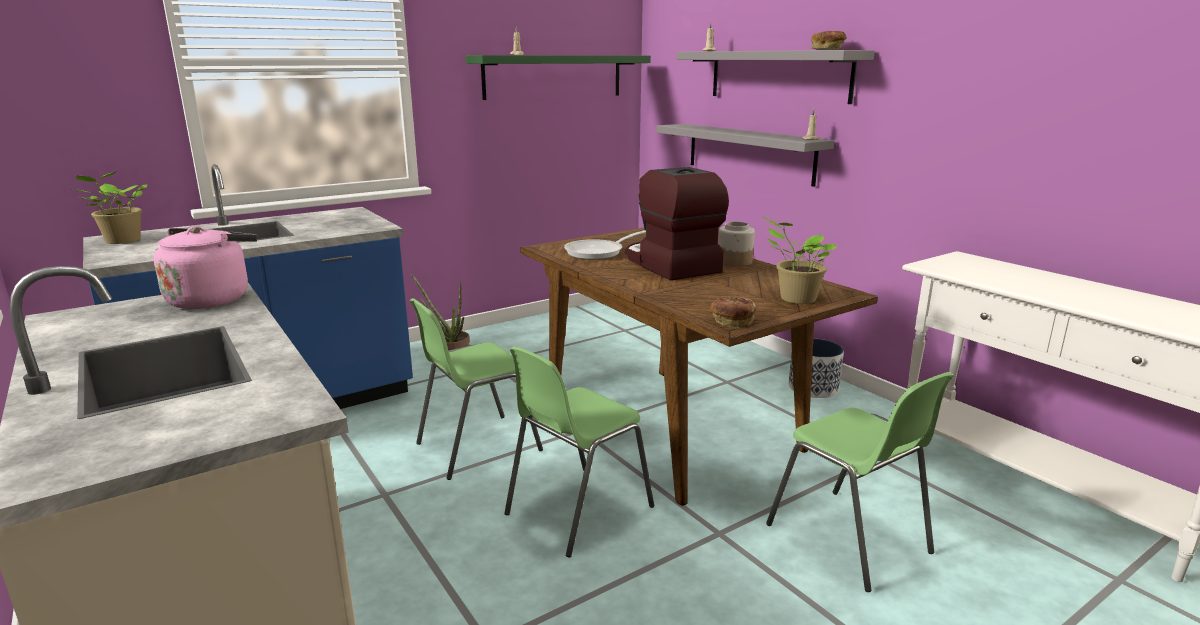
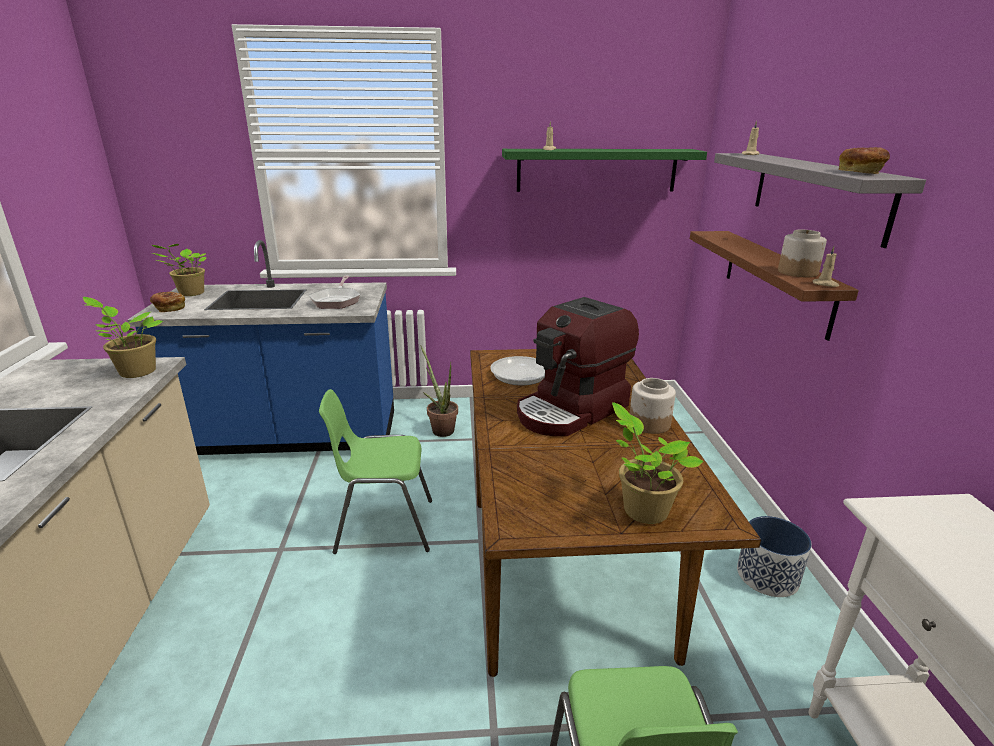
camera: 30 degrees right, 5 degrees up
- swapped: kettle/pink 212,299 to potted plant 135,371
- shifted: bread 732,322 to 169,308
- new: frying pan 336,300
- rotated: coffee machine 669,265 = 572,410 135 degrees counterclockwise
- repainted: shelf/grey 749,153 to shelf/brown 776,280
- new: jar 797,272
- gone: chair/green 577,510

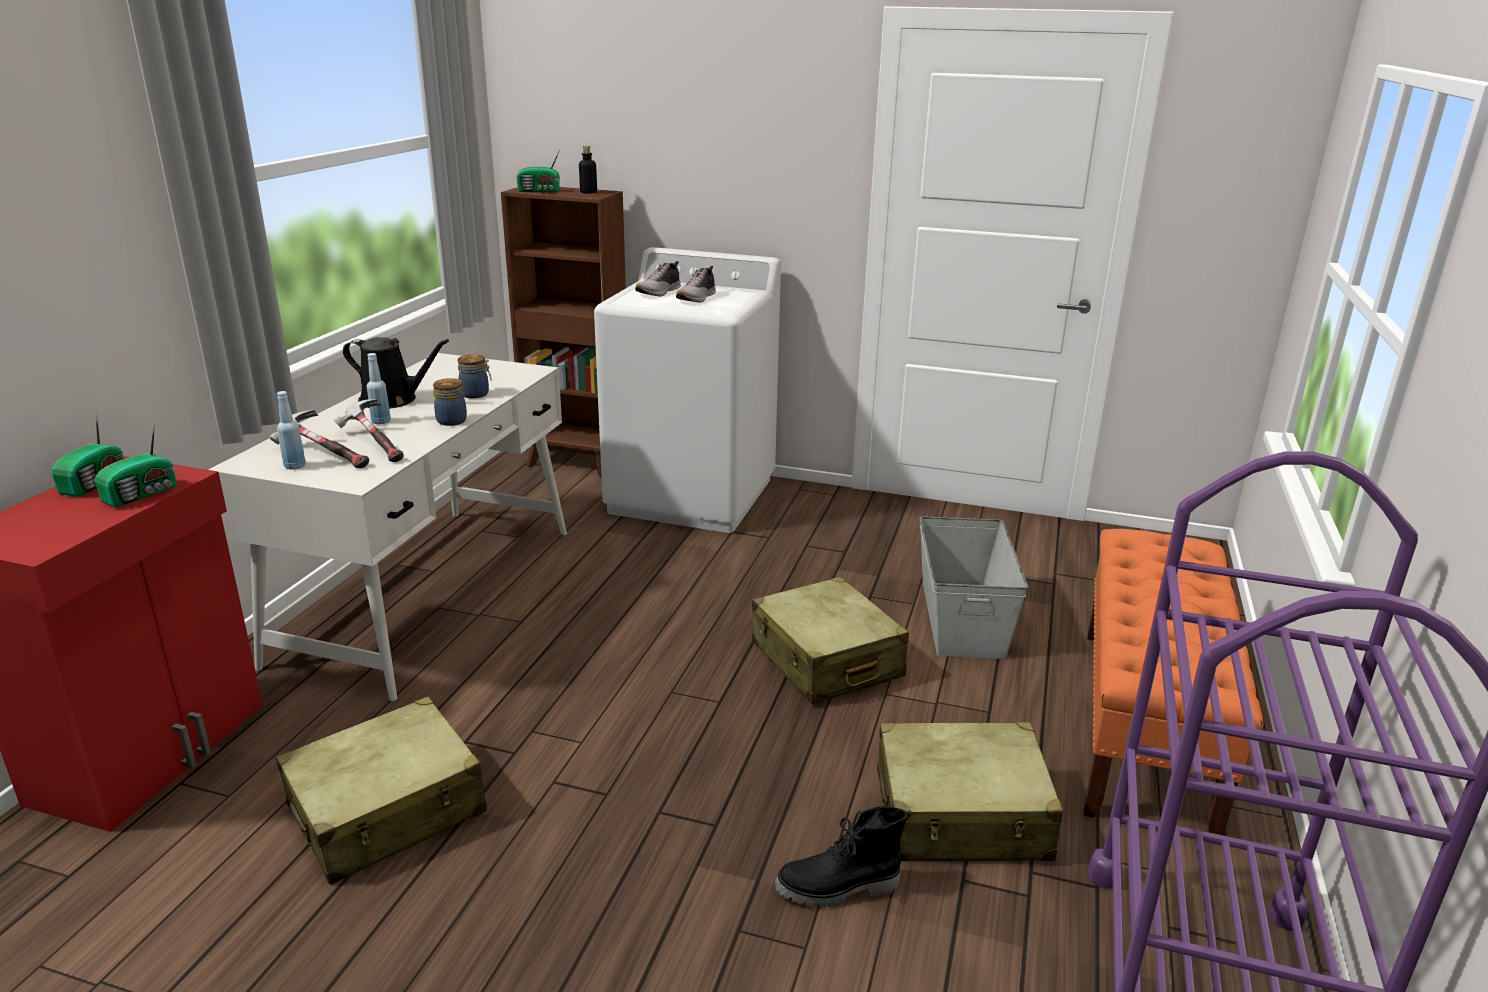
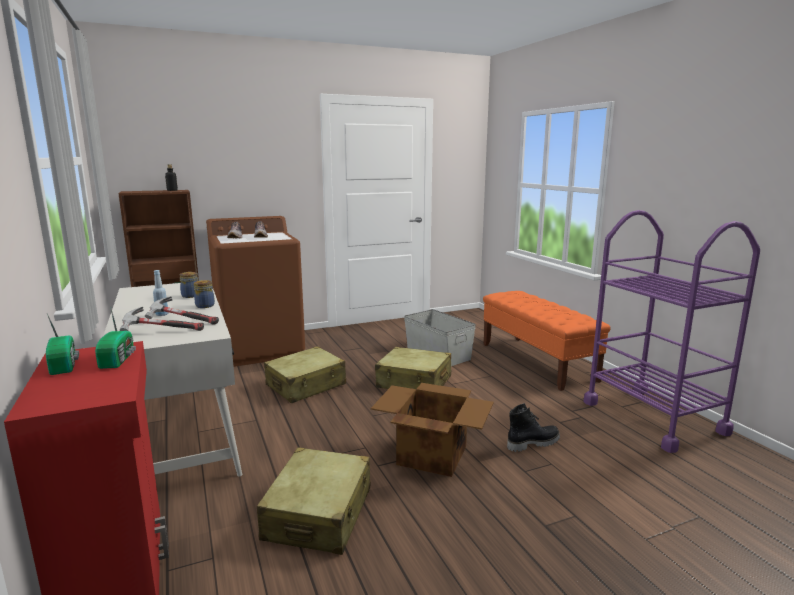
camera: 40 degrees left, 10 degrees down
- repainted: washing machine/white 692,495 to washing machine/brown 261,349
- shifted: suitcase/beige 961,815 to 306,385
- new: cardboard box 431,454
- rotated: boot/black 838,889 = 532,443 150 degrees counterclockwise
- gone: bottle/blue 295,466
- gone: watering can/black 393,400
- gone: radio 540,191

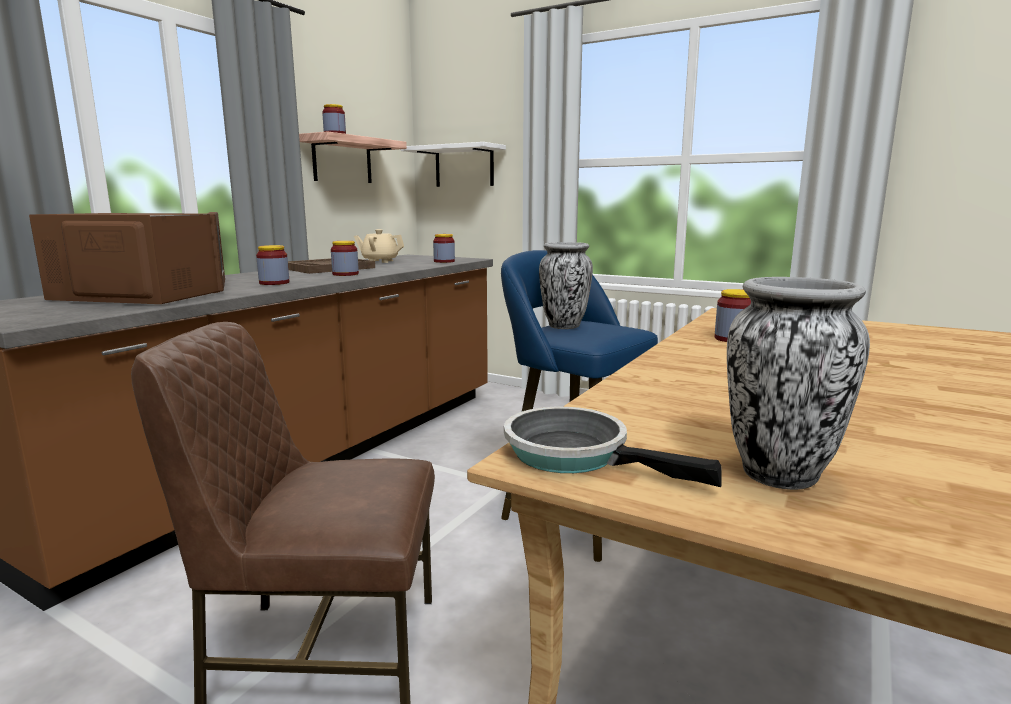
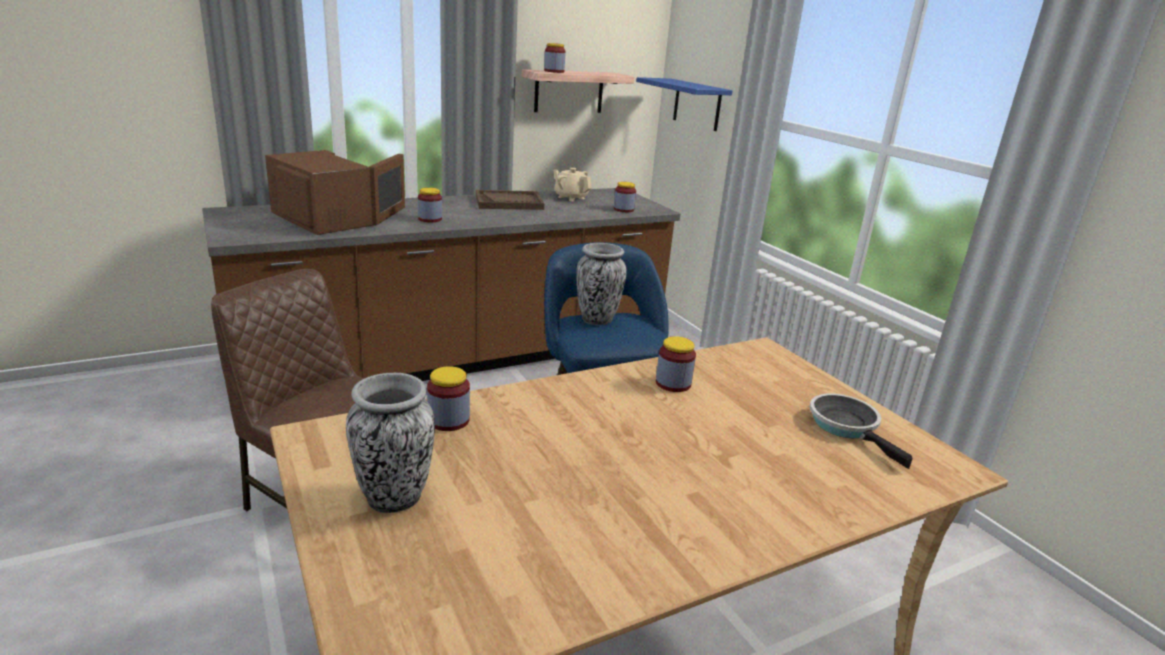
camera: 30 degrees right, 10 degrees up
- shifted: jar 345,274 to 448,420
- repainted: shelf/white 464,166 to shelf/blue 697,104
- shifted: frying pan 576,455 to 847,427

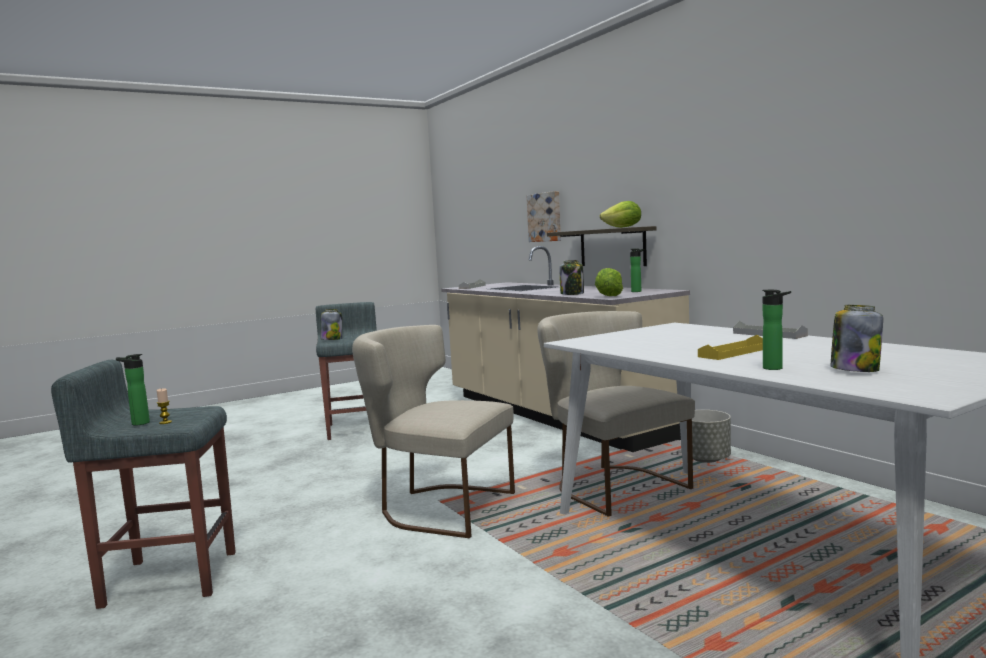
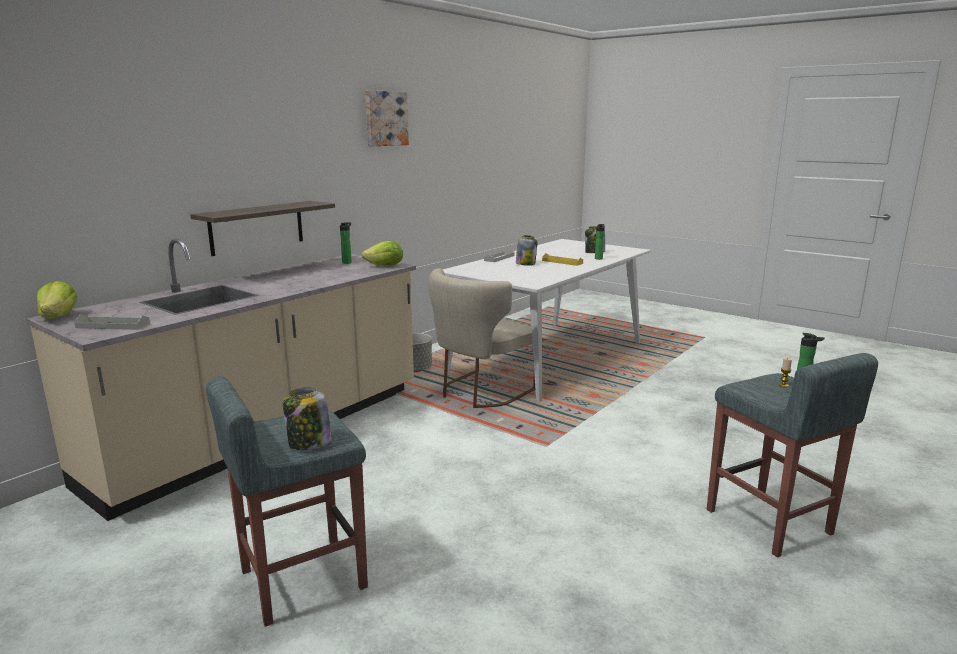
camera: 110 degrees left, 10 degrees up
- shifted: lettuce 623,227 to 59,317
- shifted: picture 545,217 to 385,118
- shifted: jar 572,294 to 525,264
- gone: chair/beige 438,507

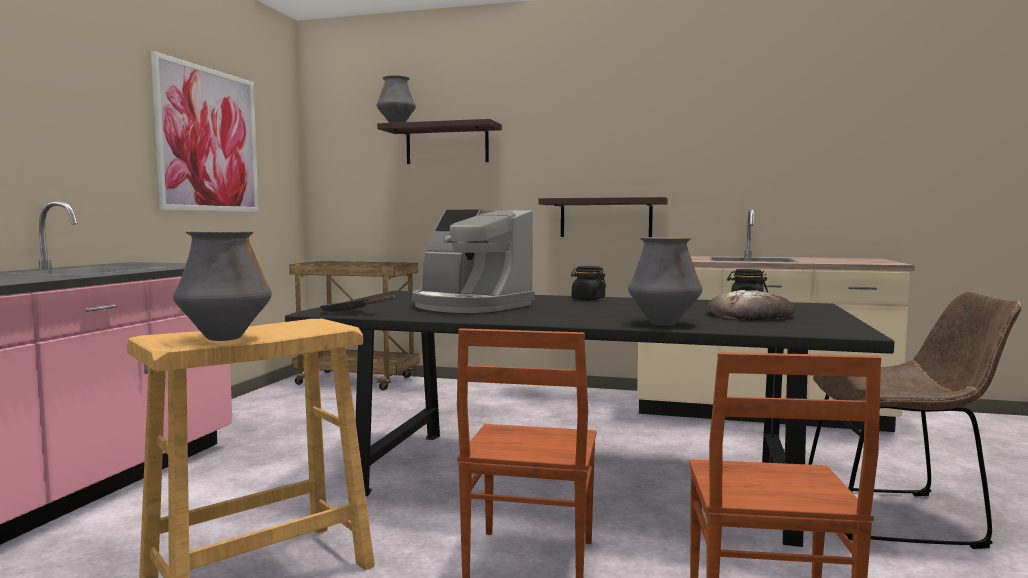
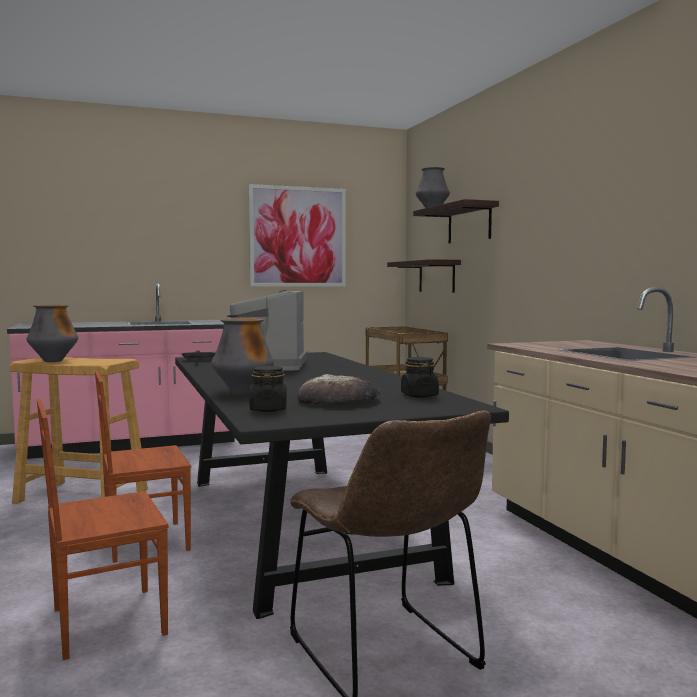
camera: 55 degrees right, 0 degrees up
- shifted: jar/black 588,299 to 268,409
- shifted: shelf 605,218 to 436,276

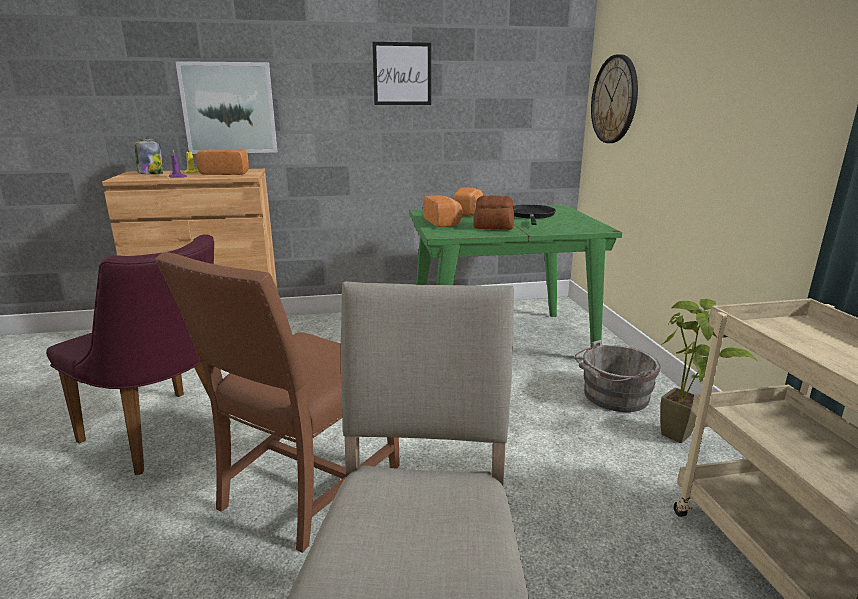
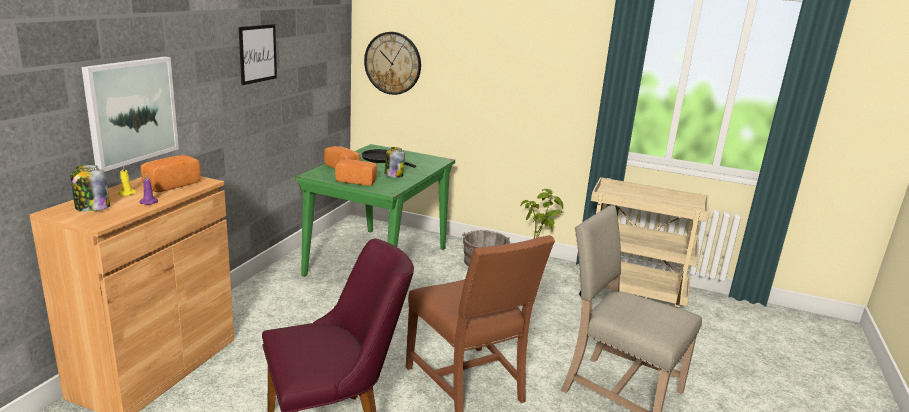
camera: 60 degrees left, 0 degrees up
- swapped: bread 493,227 to jar 393,175

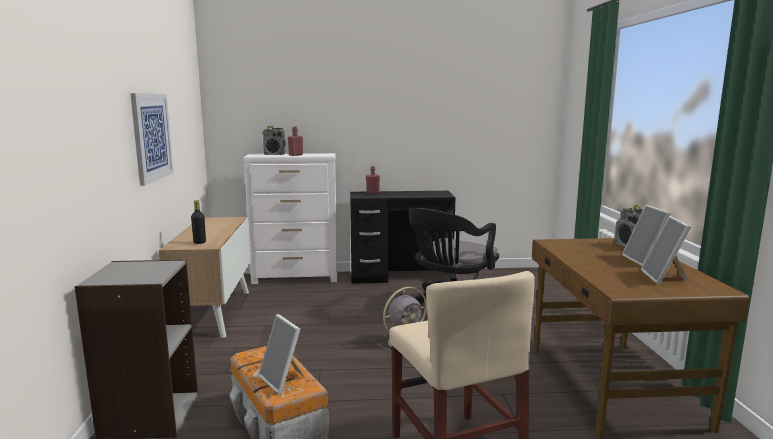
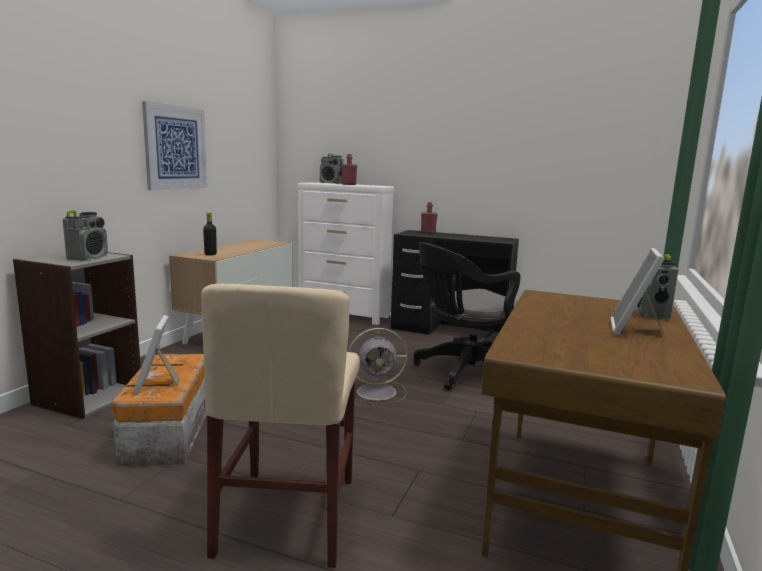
camera: 25 degrees right, 0 degrees up
- new: radio 88,258
- gone: picture frame 664,278

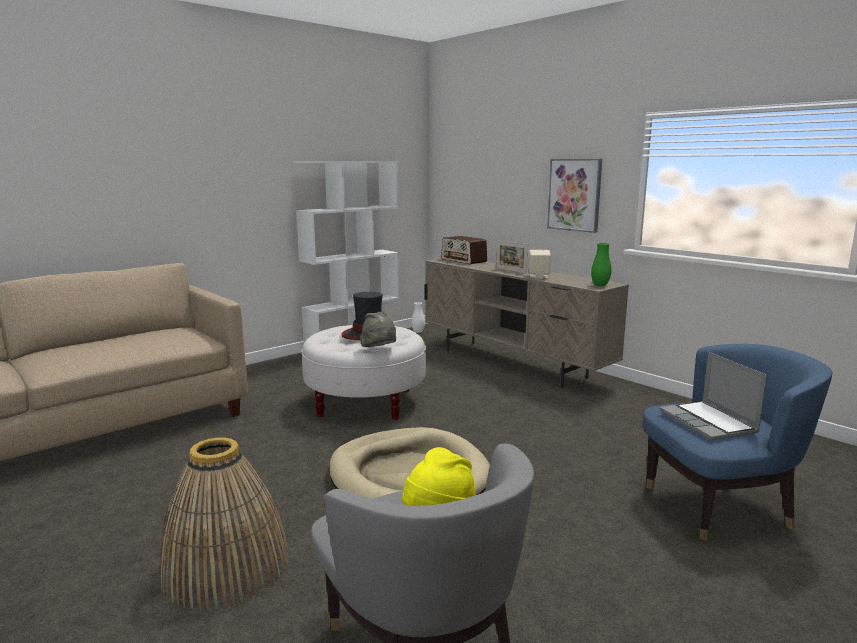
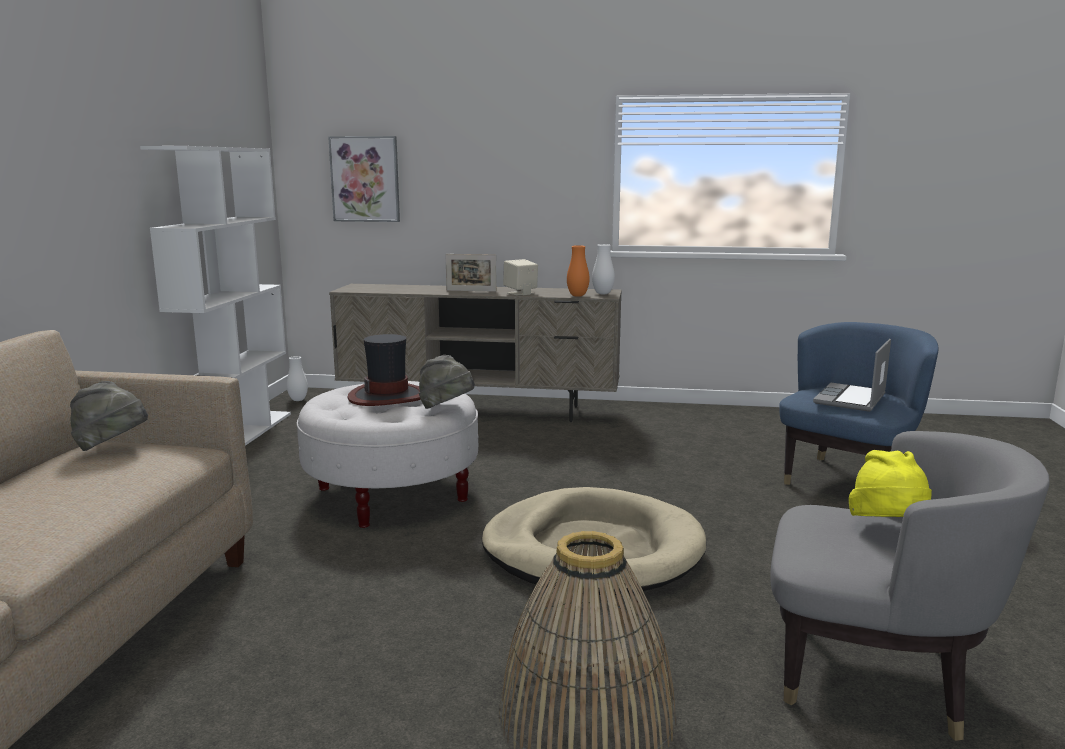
camera: 40 degrees left, 0 degrees up
- new: hat/grey 113,448
- shifted: picture 575,195 to 365,179
- new: vase/orange 577,295
- repainted: vase/green 600,285 to vase/white 603,293
- rotated: laptop 709,422 = 851,399 90 degrees clockwise
- gone: radio 464,260

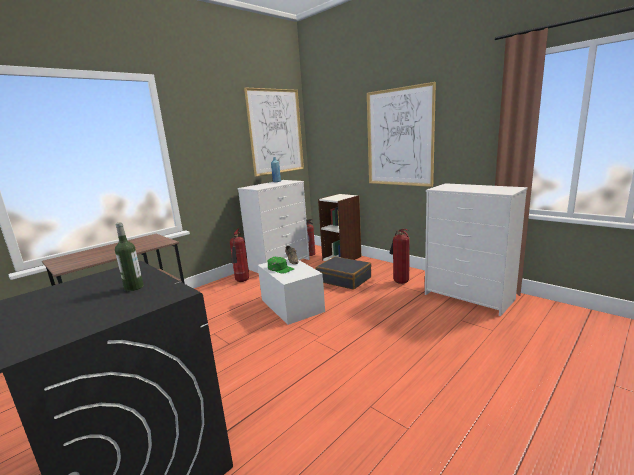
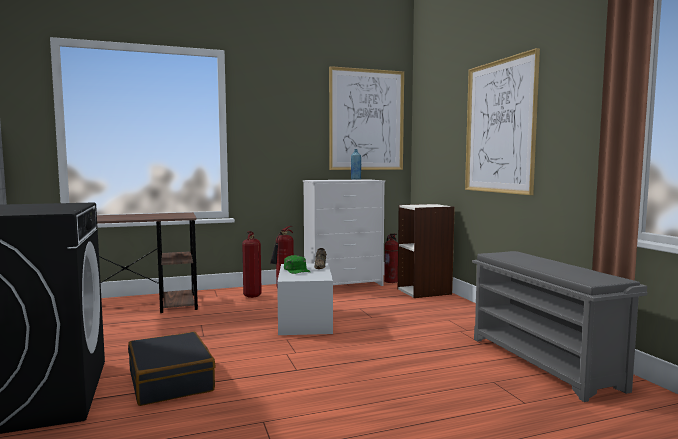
camera: 25 degrees right, 10 degrees down
- shifted: suitcase/black 344,279 to 171,381
- shifted: fire extinguisher 399,281 to 252,296
- swapped: dresser/white 469,297 to shoe rack/grey 544,363
- gone: bottle 134,287

